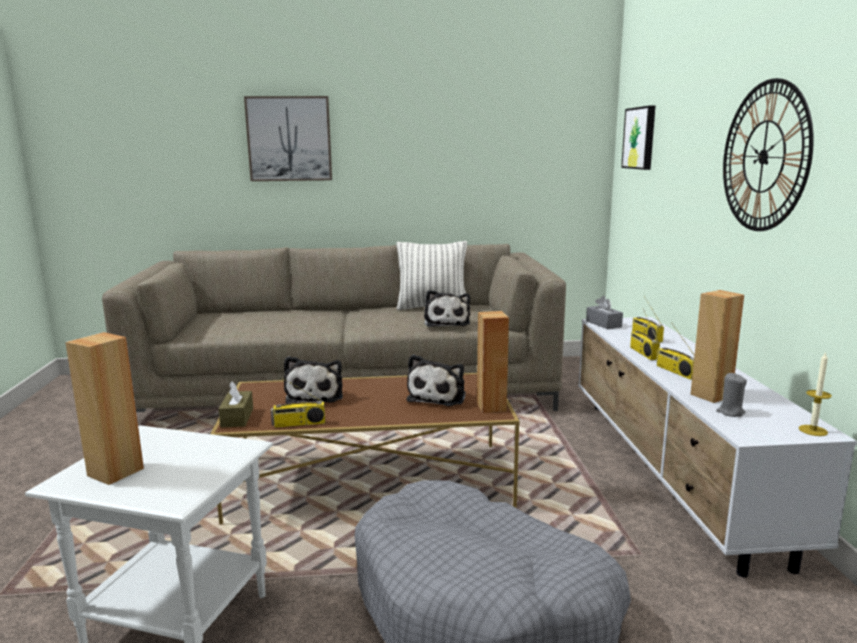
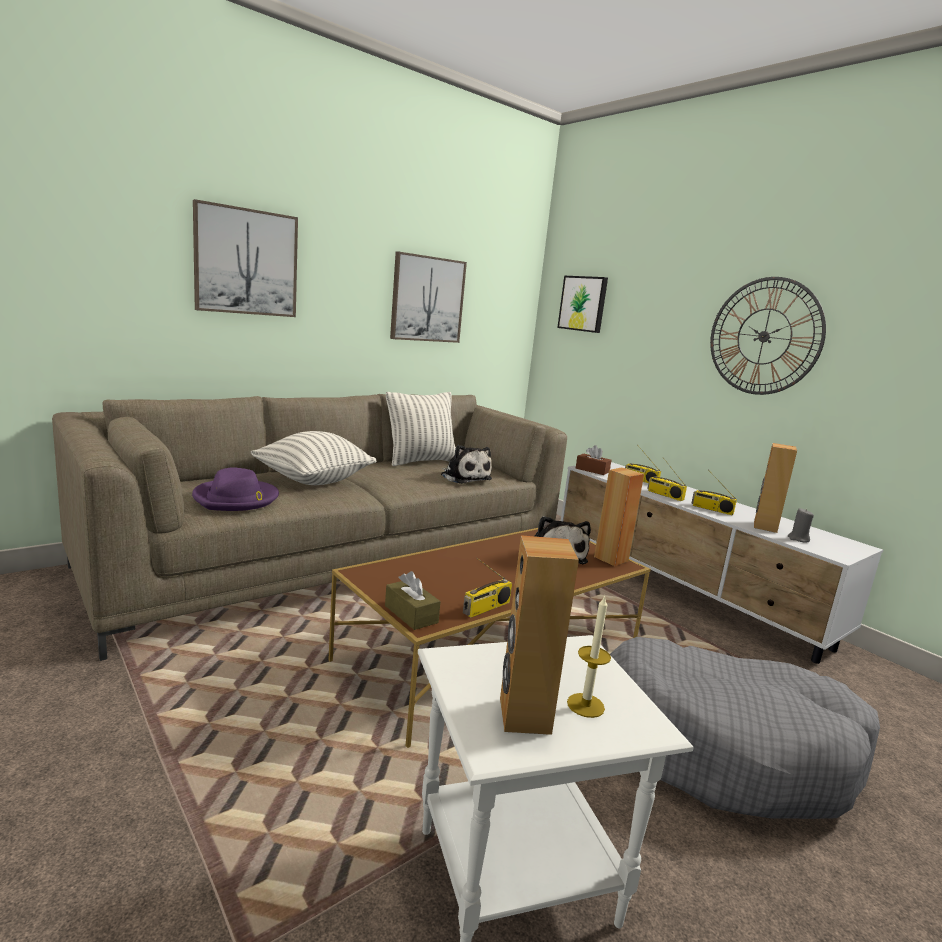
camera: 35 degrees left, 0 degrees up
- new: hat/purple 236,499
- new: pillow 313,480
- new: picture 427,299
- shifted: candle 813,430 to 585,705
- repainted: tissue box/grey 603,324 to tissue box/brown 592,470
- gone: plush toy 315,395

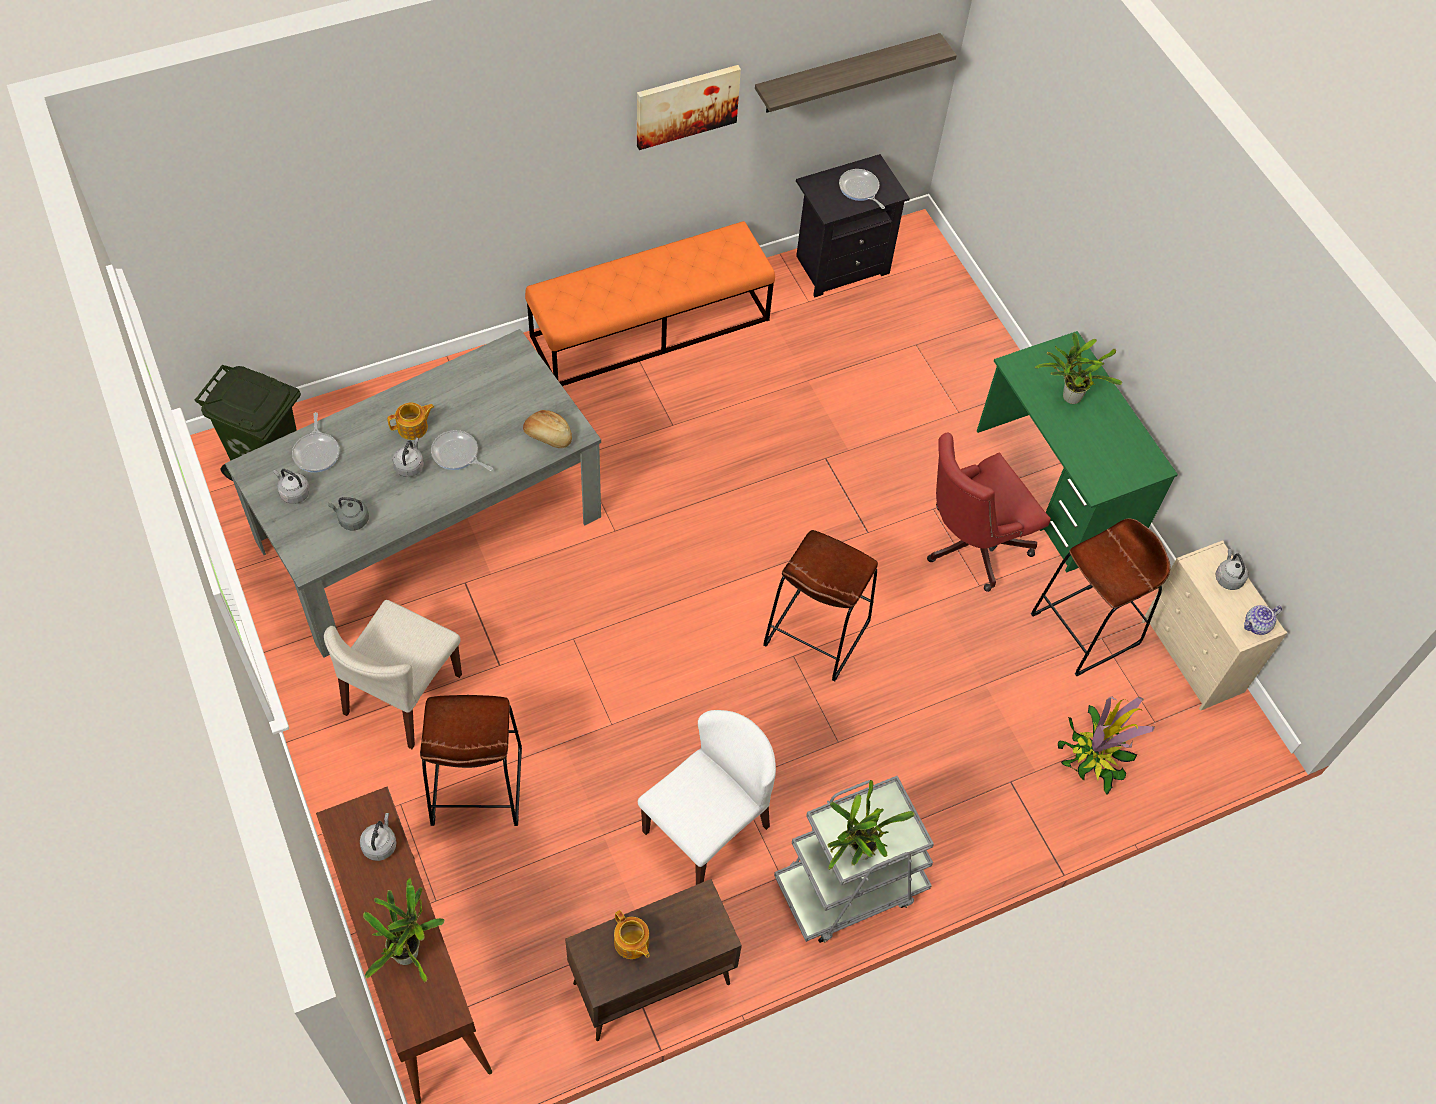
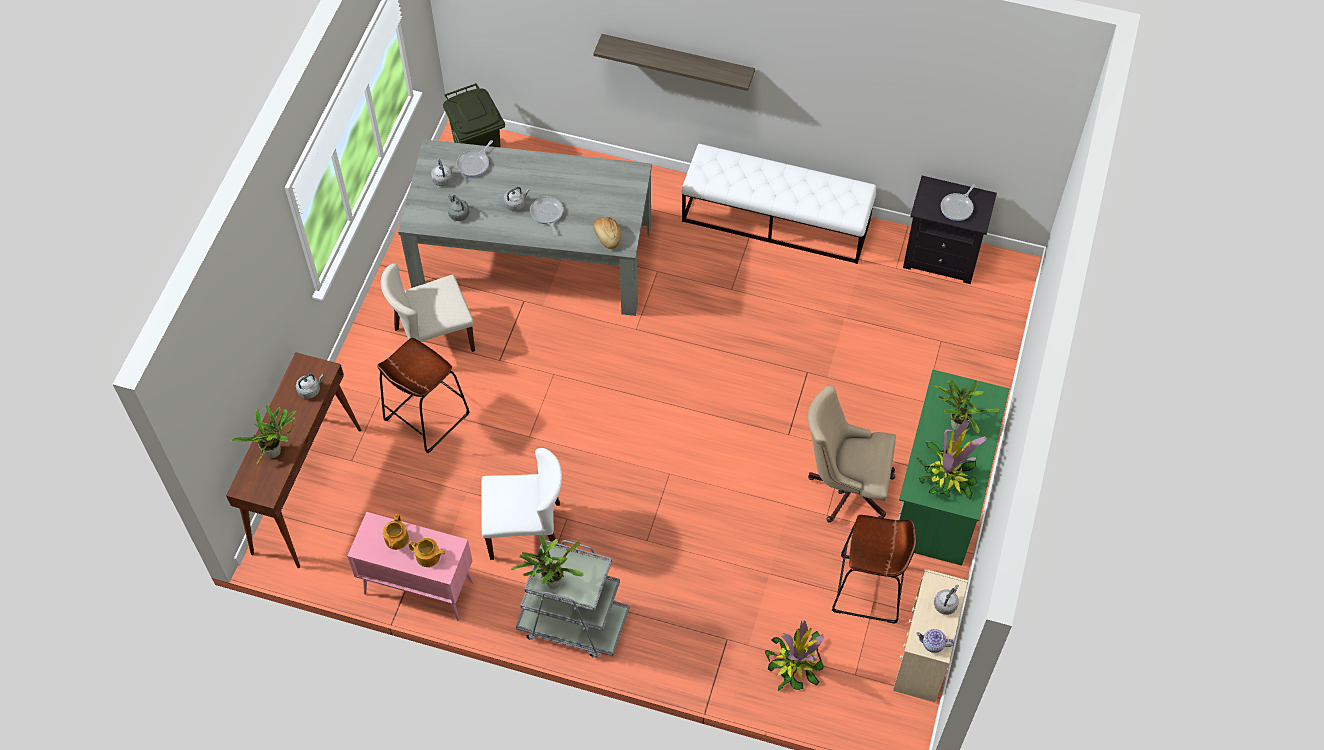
camera: 45 degrees right, 0 degrees up
- repainted: cabinet/brown 650,984 to cabinet/pink 417,588
- shifted: teapot 413,428 to 428,557
- shifted: shelf 846,73 to 677,61
- repainted: bench/orange 651,327 to bench/white 776,221
- repainted: office chair/red 969,545 to office chair/beige 845,487
- new: potted plant 947,476
- rotated: frying pan 860,189 = 957,207 150 degrees counterclockwise
- gone: picture 686,105
- gone: stool/brown 816,633

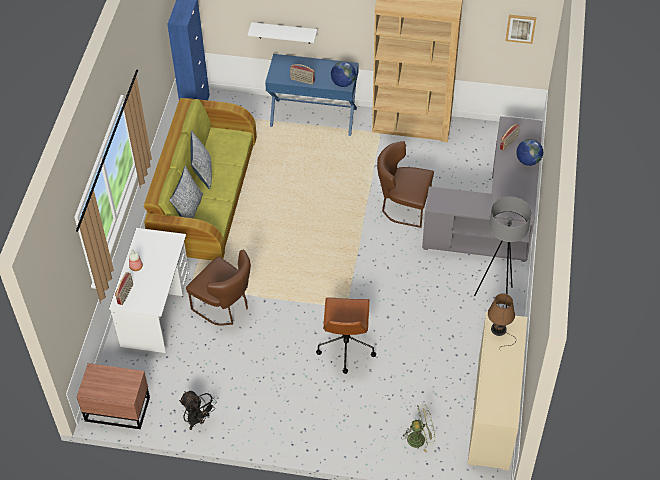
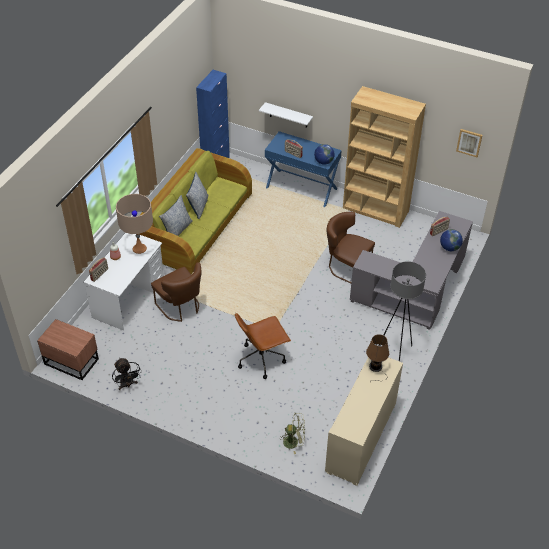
camera: 15 degrees right, 5 degrees down
- new: table lamp/beige 139,248
- rotated: office chair/brown 346,347 = 262,359 45 degrees clockwise

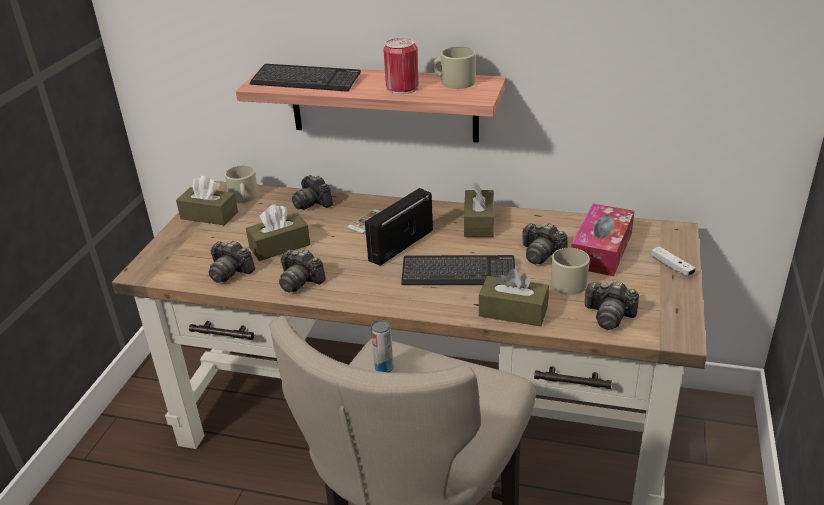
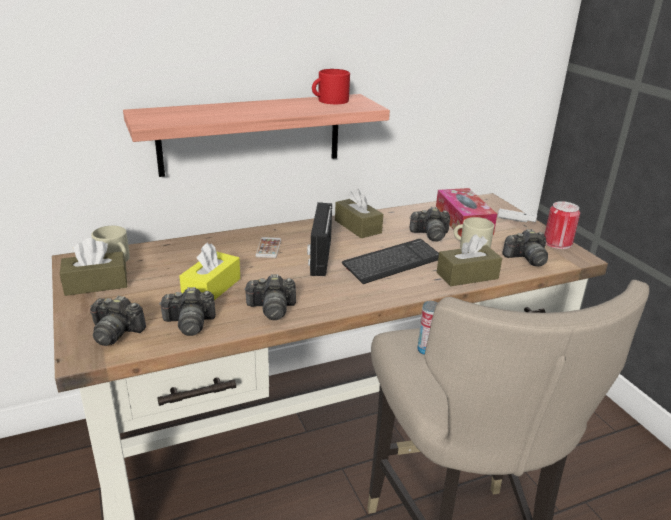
camera: 40 degrees left, 5 degrees down
- shifted: photo camera 313,203 to 116,332
- repainted: tissue box/brown 280,246 to tissue box/yellow 211,288
- repainted: mug/beige 453,82 to mug/red 329,100
- shifted: can 402,88 to 557,243
- gone: keyboard 305,80

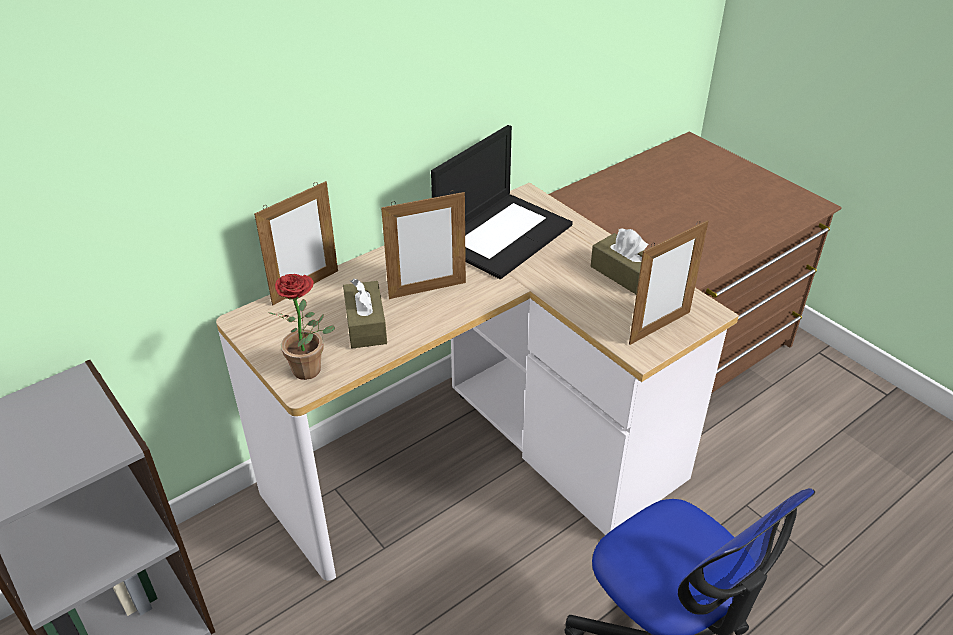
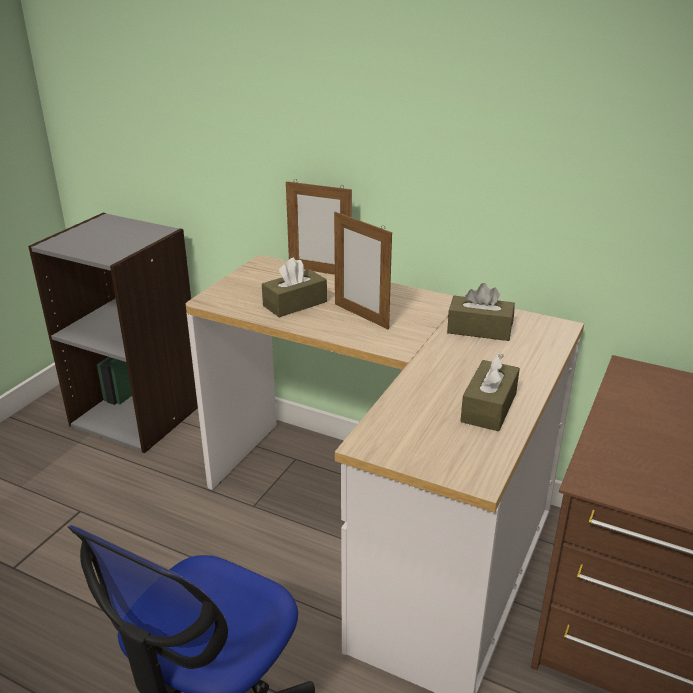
camera: 65 degrees right, 10 degrees down
- swapped: laptop 503,234 to tissue box/brown 479,329
- gone: potted plant 312,371
- gone: picture frame 659,327

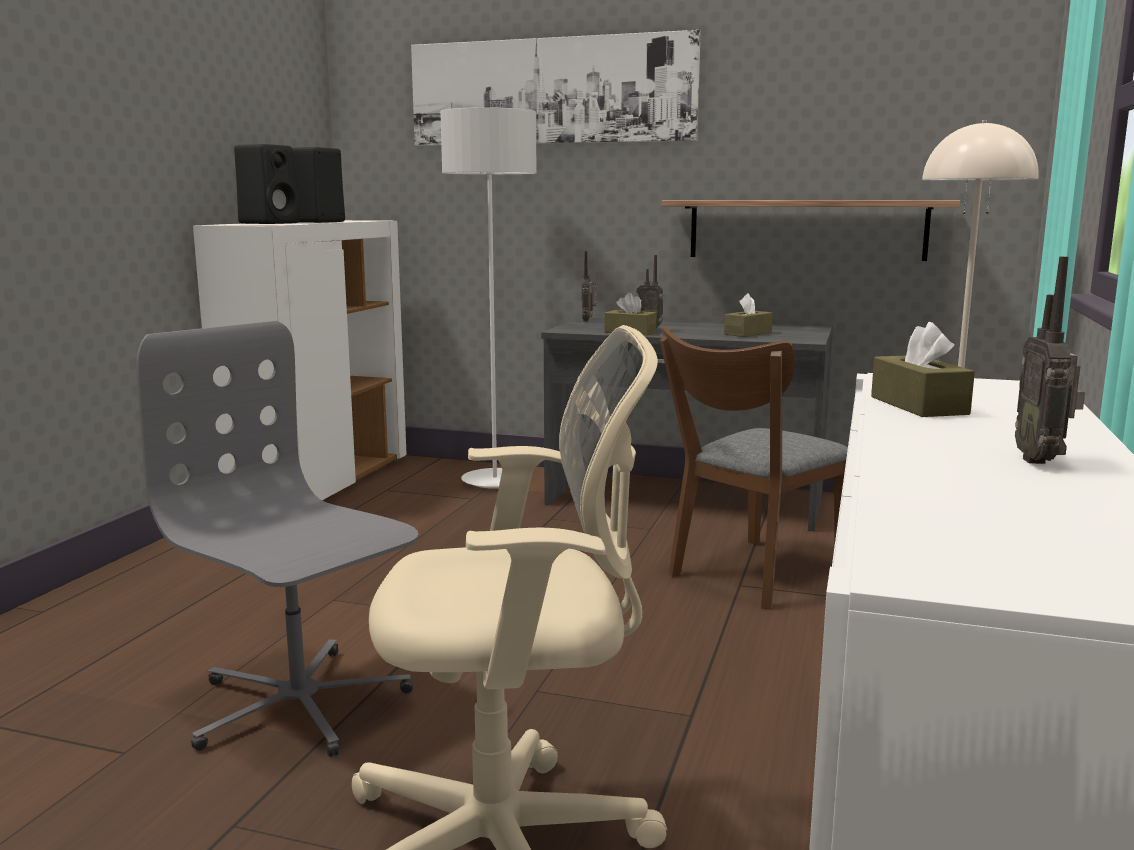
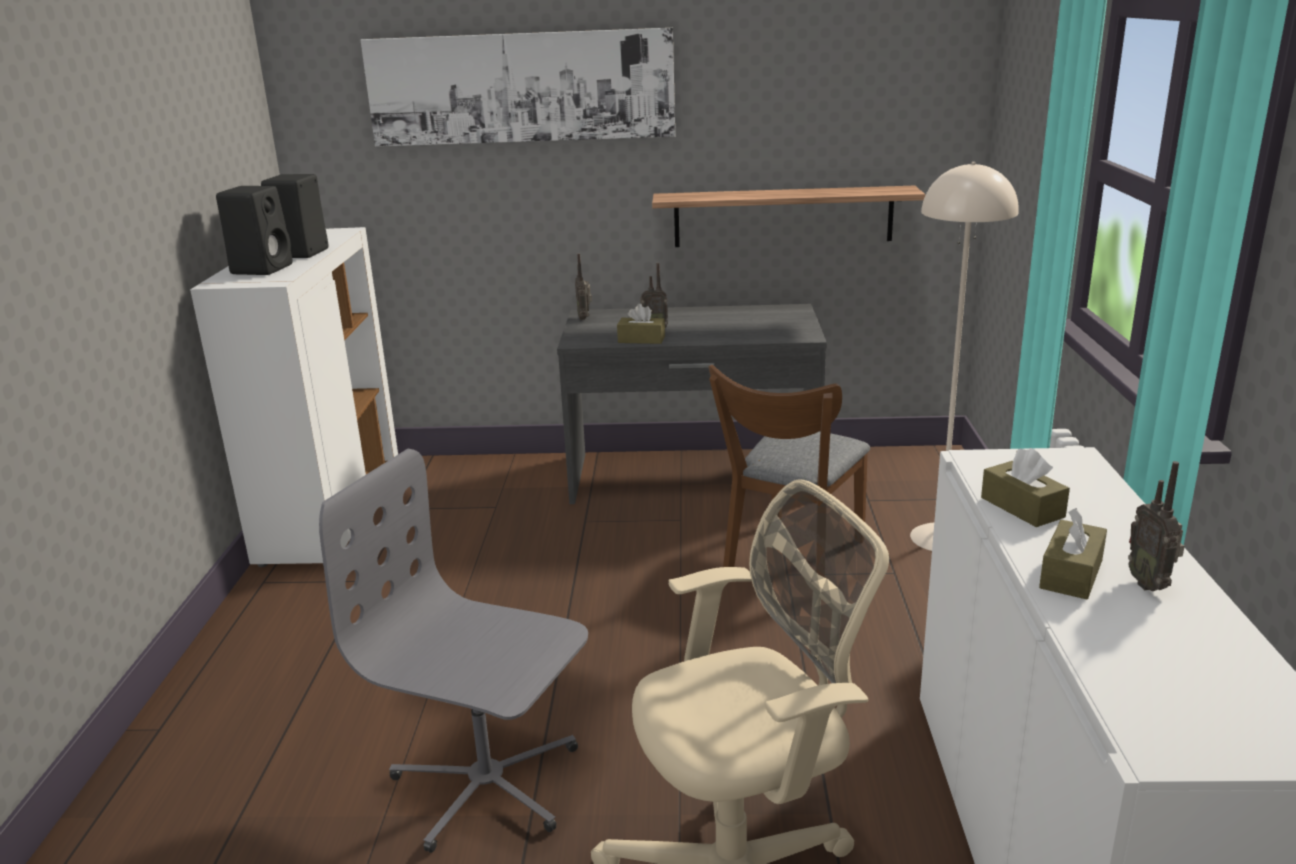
camera: 15 degrees left, 10 degrees up
- shifted: tissue box/brown 747,333 to 1071,574
- gone: floor lamp/grey 495,481

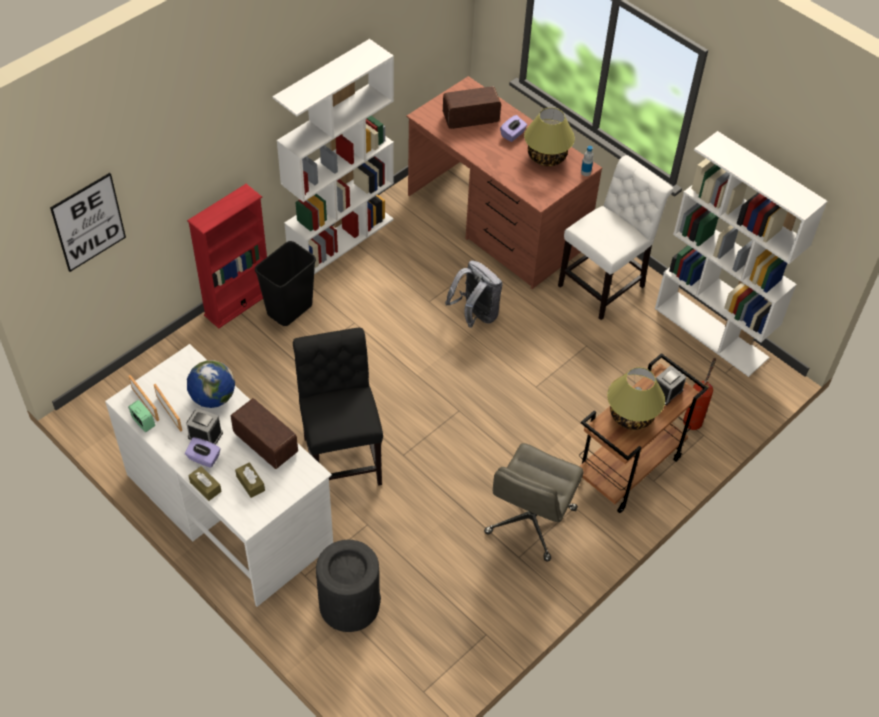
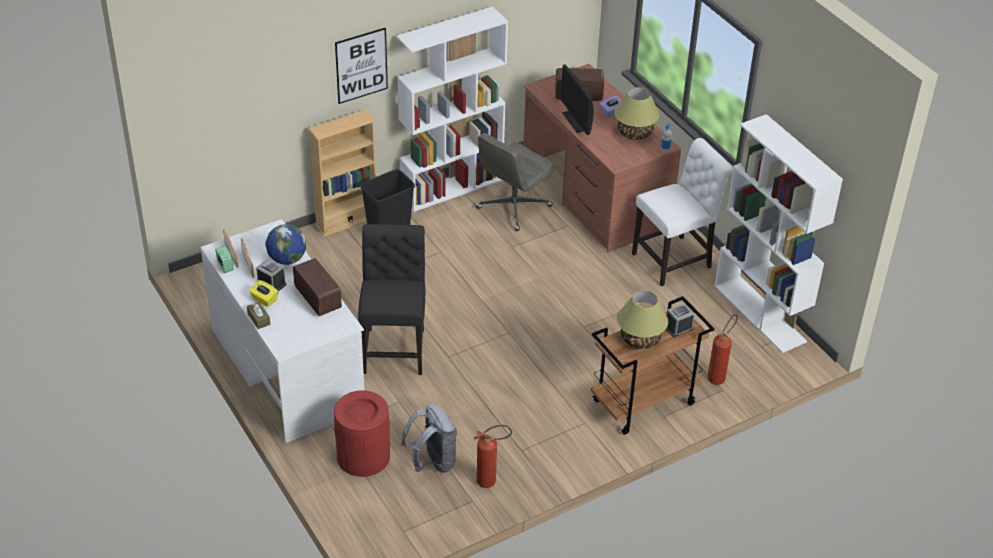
camera: 15 degrees right, 10 degrees down
- repainted: tissue box/purple 203,458 to tissue box/yellow 264,299
- repainted: bookcase/red 238,303 to bookcase/beige 347,221
- repainted: trash can/black 349,604 to trash can/red 363,456
- shifted: picture 88,222 to 361,65
- shifted: backpack/grey 475,315 to 432,462
- new: fire extinguisher 491,481
- shifted: office chair/grey 530,522 to 513,207
- new: monitor 576,121
- gone: tissue box/brown 250,483

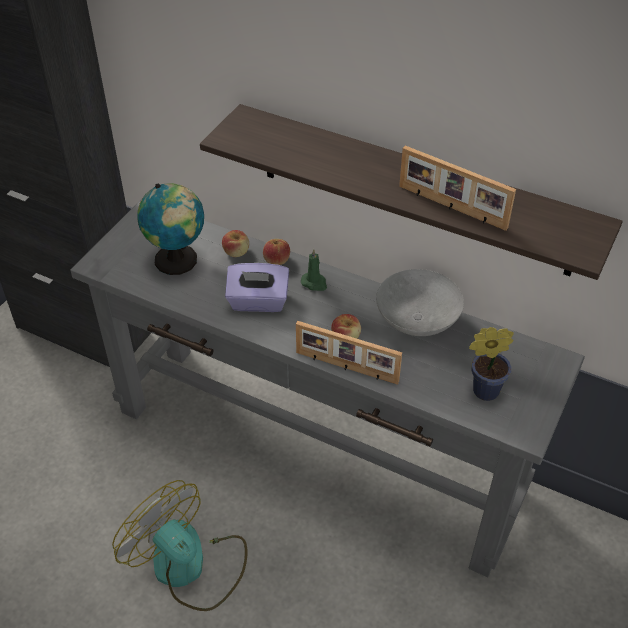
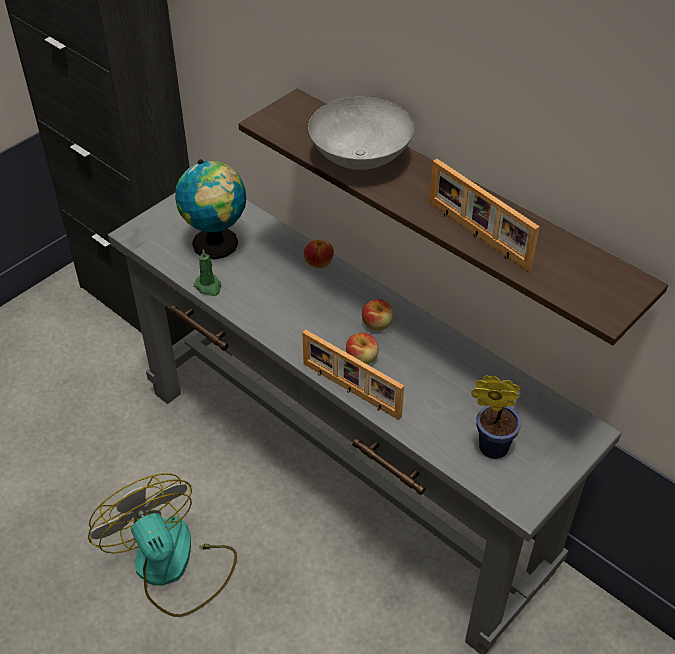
camera: 15 degrees right, 0 degrees up
- shifted: candle/green 314,283 to 208,286
- shifted: bowl/grey 416,320 to 359,158
- shifted: apple 236,252 to 377,324
- gone: tissue box/purple 258,302

